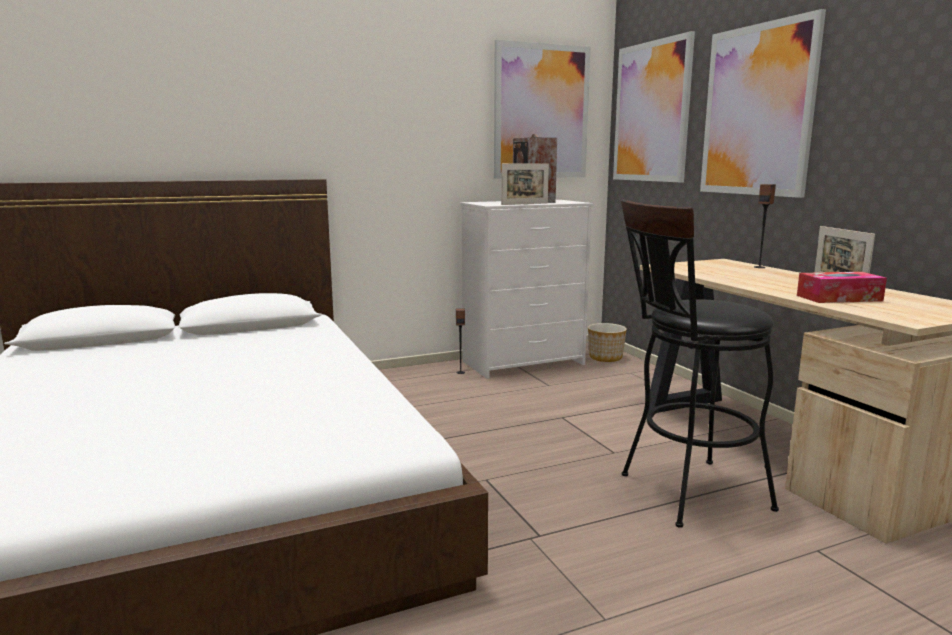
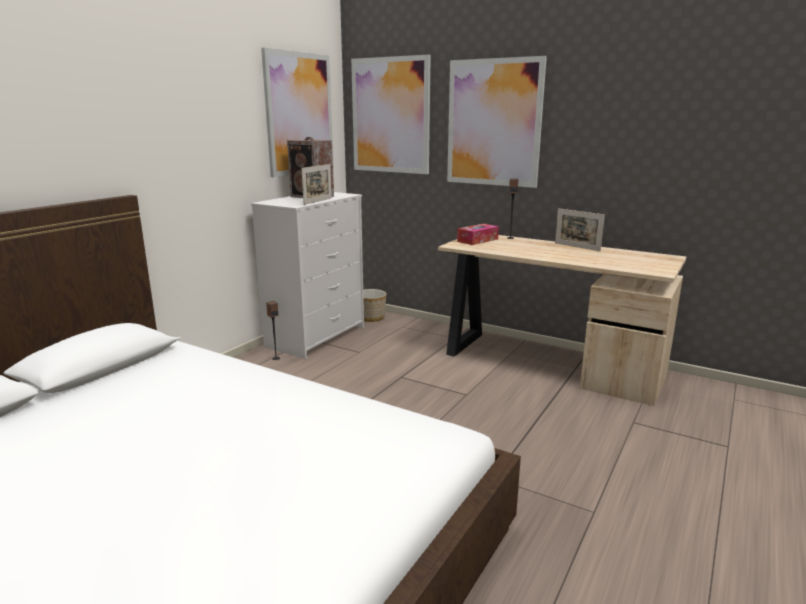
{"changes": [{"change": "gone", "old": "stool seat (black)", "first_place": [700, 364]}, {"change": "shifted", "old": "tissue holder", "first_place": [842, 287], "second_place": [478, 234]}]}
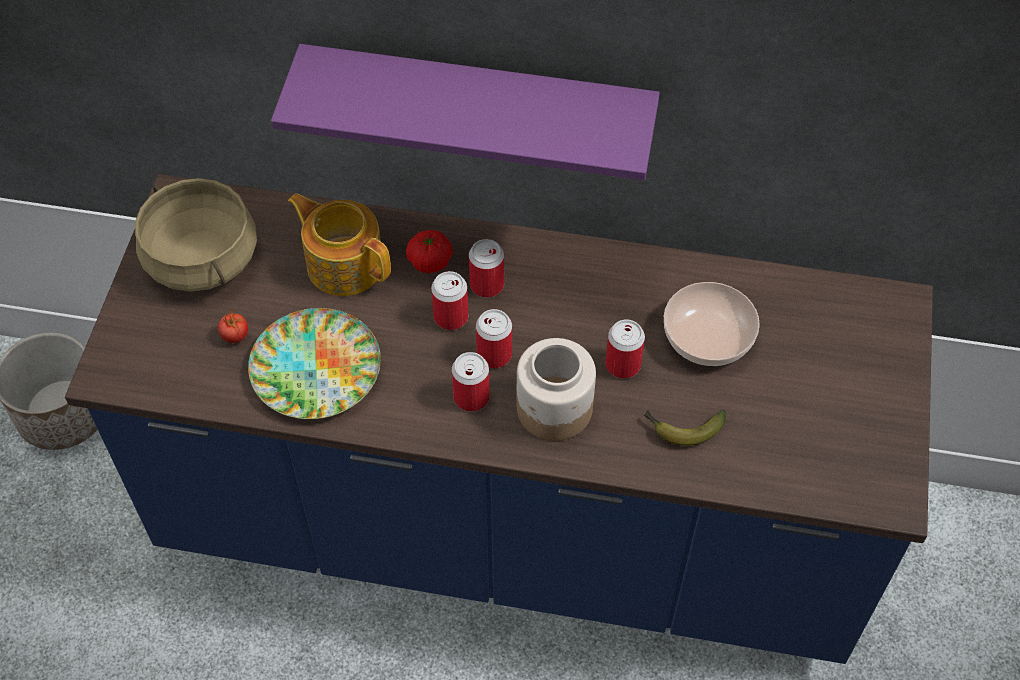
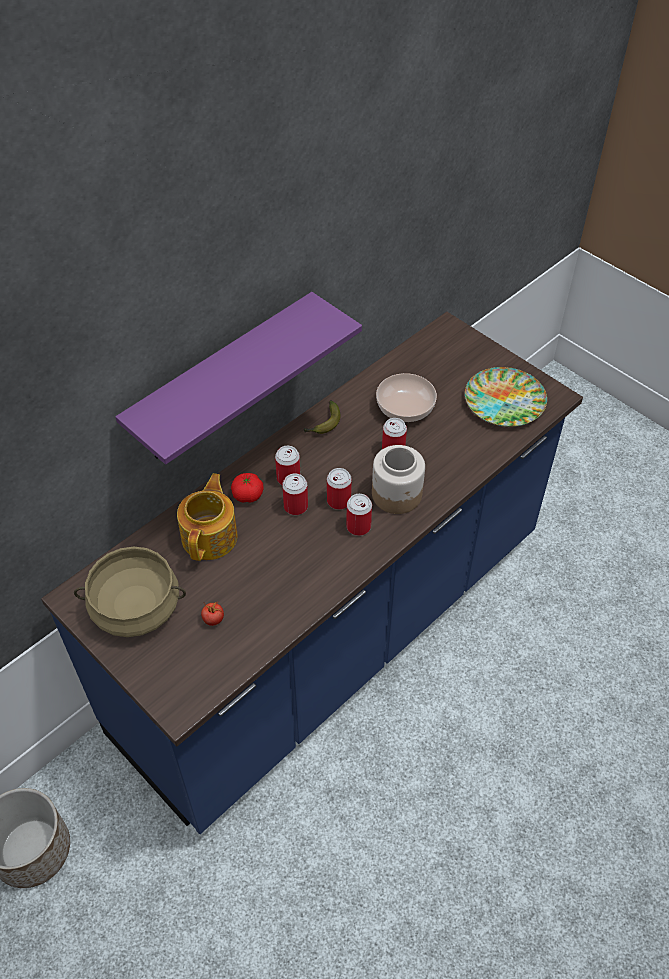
{"changes": [{"change": "shifted", "old": "plate", "first_place": [314, 363], "second_place": [506, 397]}, {"change": "rotated", "old": "teapot", "first_place": [339, 244], "second_place": [207, 517], "degrees": 120}, {"change": "shifted", "old": "whole banana", "first_place": [685, 428], "second_place": [322, 417]}]}
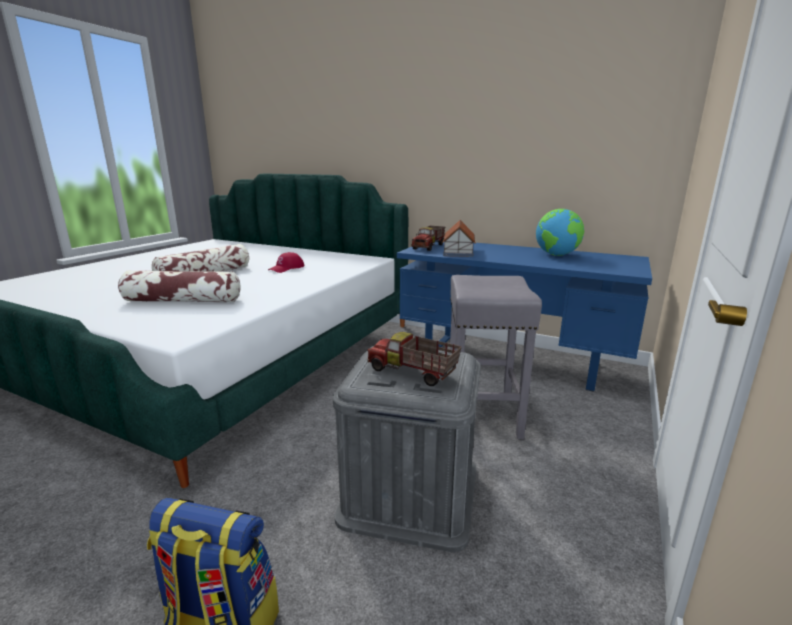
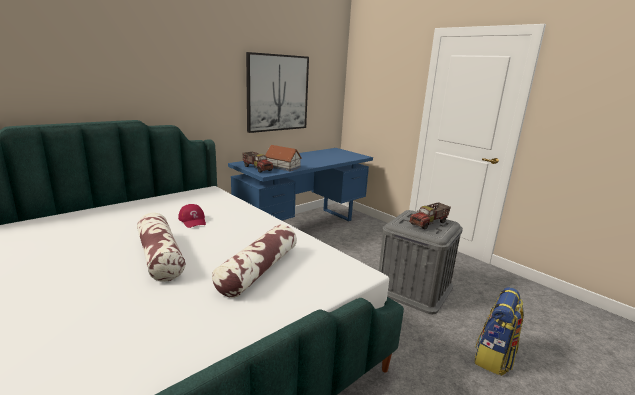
{"changes": [{"change": "gone", "old": "stool seat (grey)", "first_place": [496, 357]}, {"change": "gone", "old": "globe", "first_place": [560, 232]}, {"change": "new", "new": "wall picture", "second_place": [277, 92]}]}
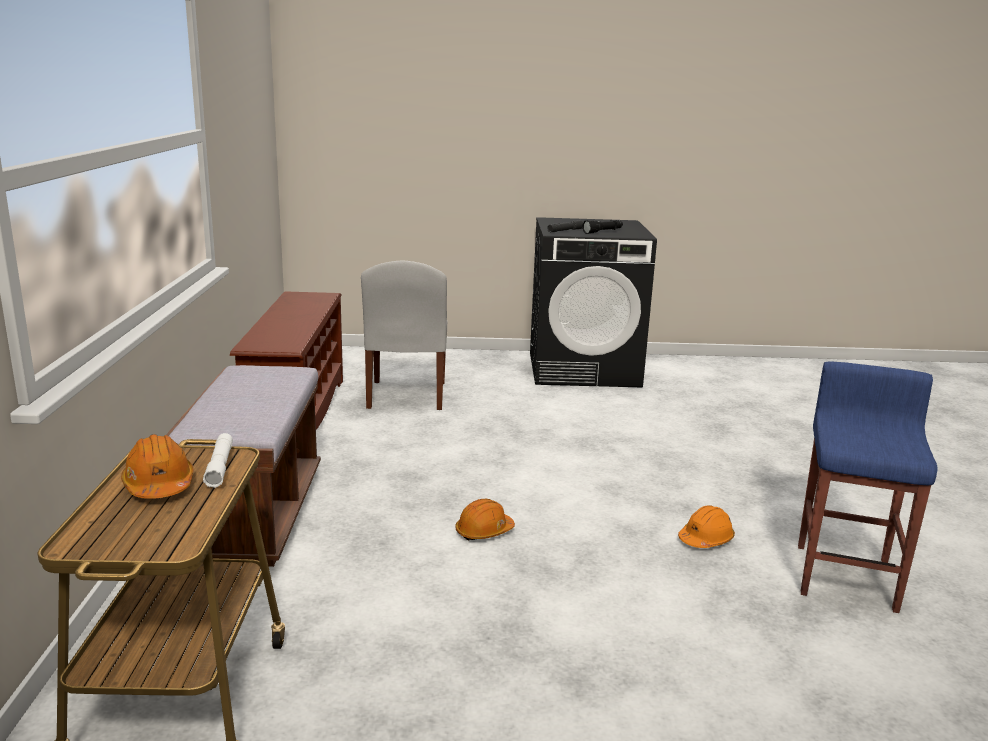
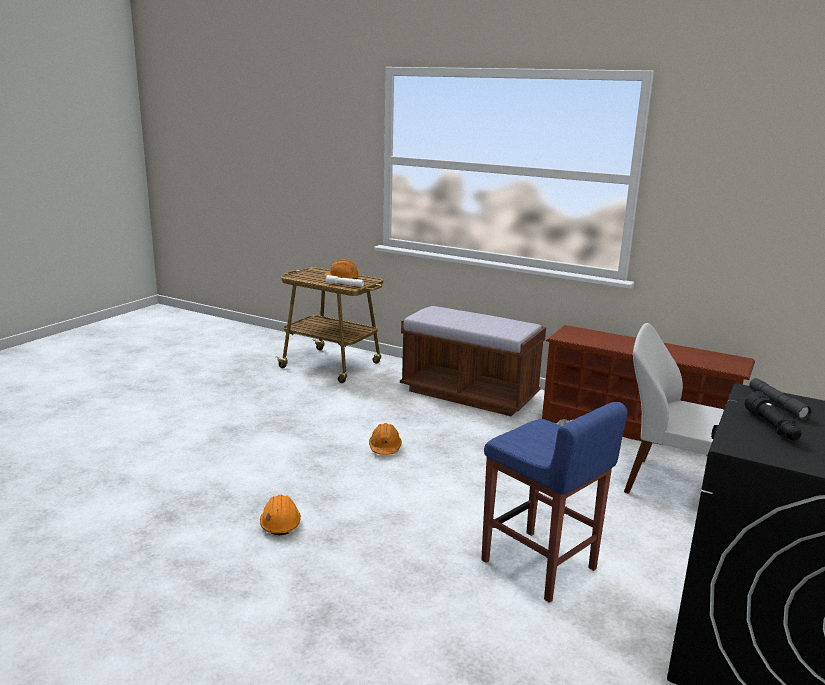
{"changes": [{"change": "shifted", "old": "stool seat (blue)", "first_place": [868, 487], "second_place": [554, 502]}]}
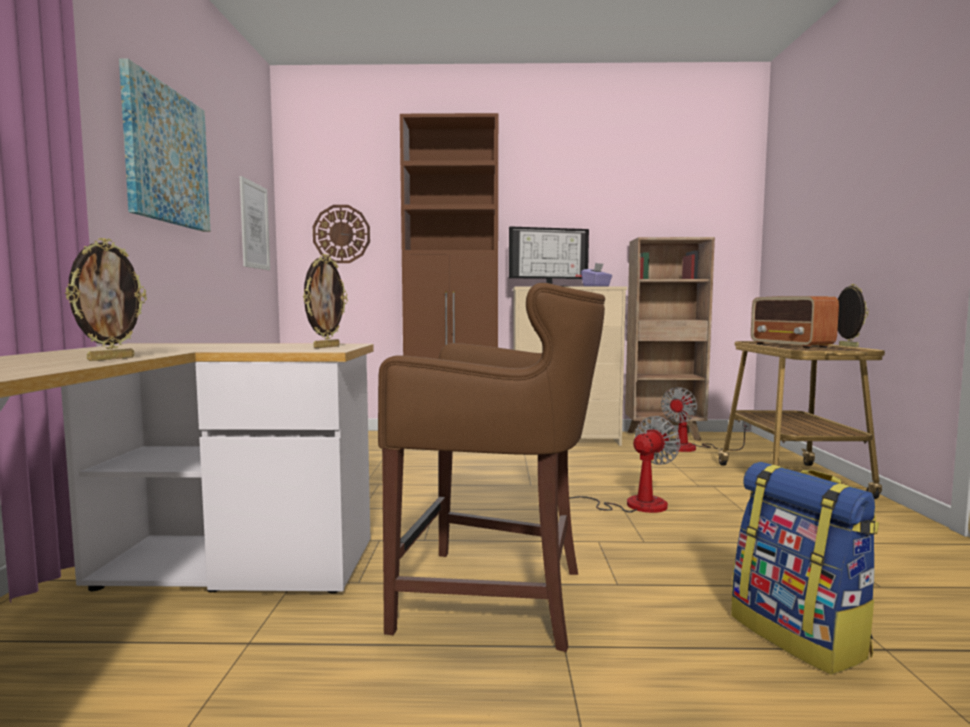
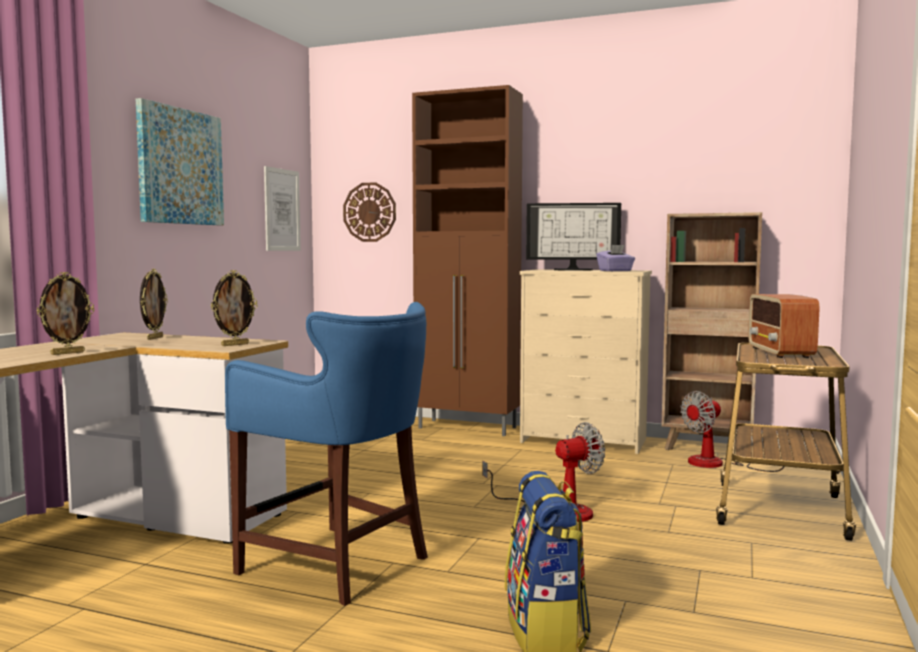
{"changes": [{"change": "repainted", "old": "stool seat (brown-coloured)", "new": "stool seat (blue)", "first_place": [491, 467], "second_place": [326, 454]}, {"change": "shifted", "old": "photo frame", "first_place": [853, 315], "second_place": [154, 304]}]}
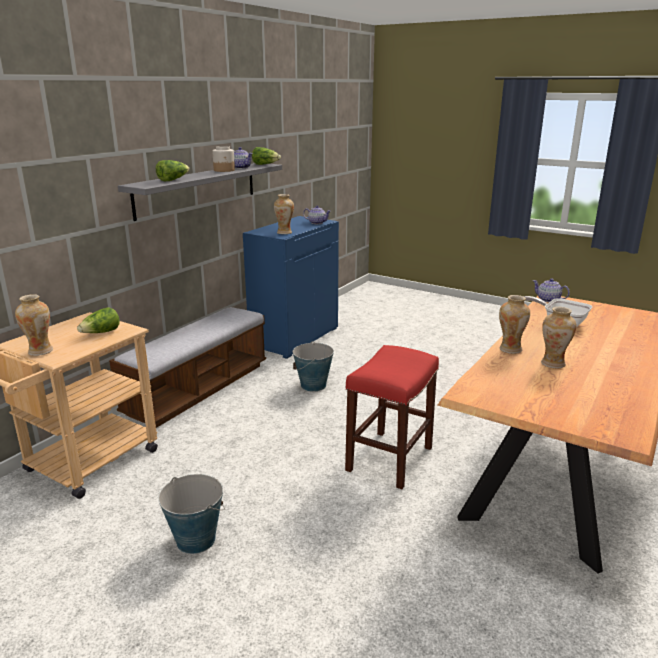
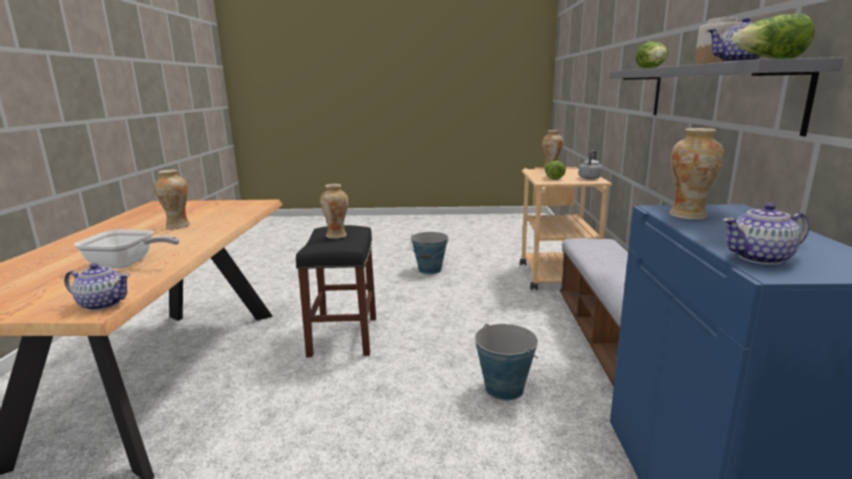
{"changes": [{"change": "repainted", "old": "stool seat (reddish)", "new": "stool seat (black)", "first_place": [392, 417], "second_place": [336, 291]}, {"change": "shifted", "old": "decorative vase", "first_place": [514, 324], "second_place": [334, 211]}, {"change": "new", "new": "water kettle (grey)", "second_place": [590, 164]}]}
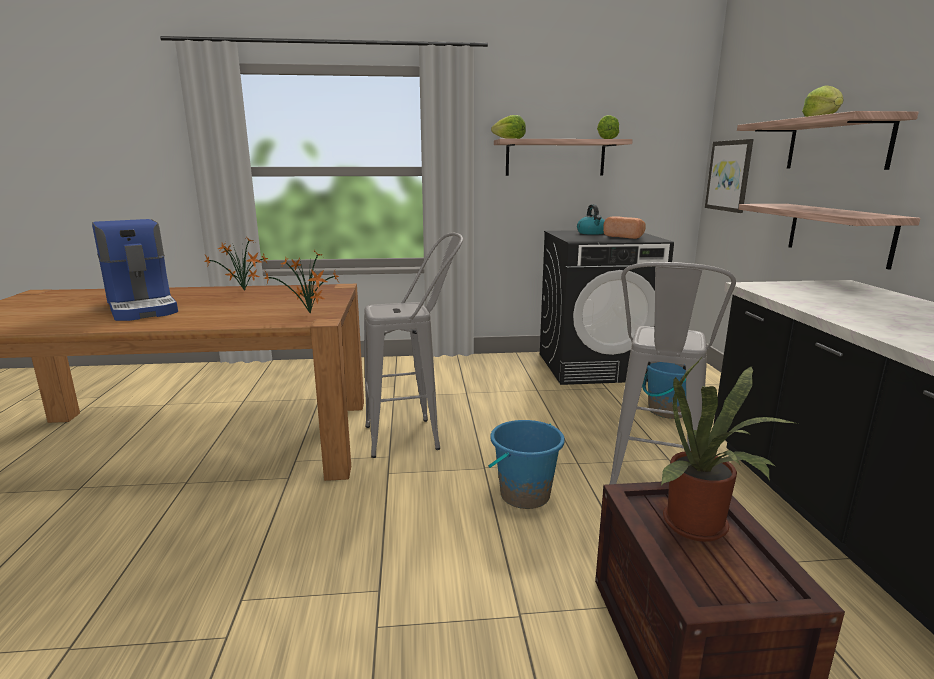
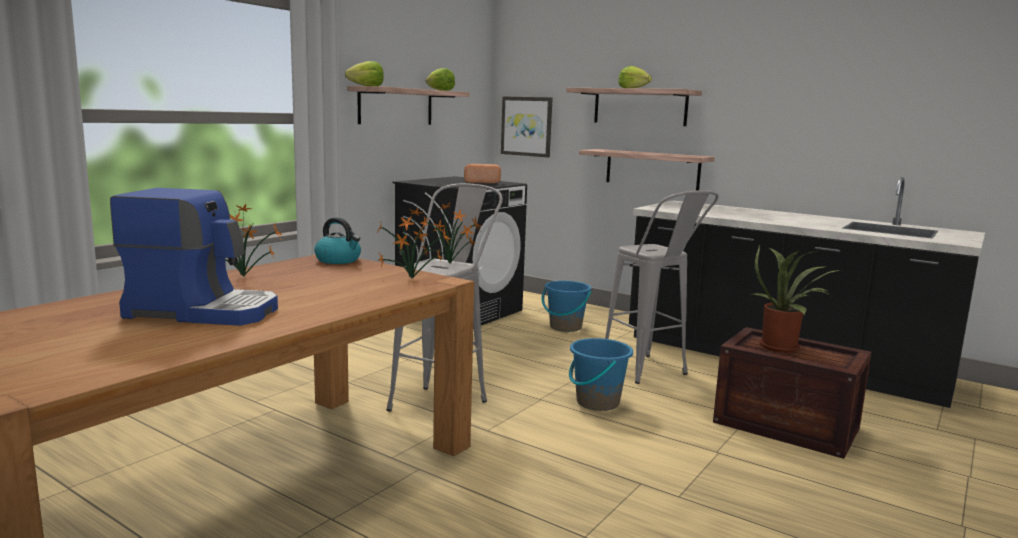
{"changes": [{"change": "shifted", "old": "water kettle", "first_place": [591, 219], "second_place": [337, 240]}, {"change": "new", "new": "potted plant", "second_place": [450, 233]}]}
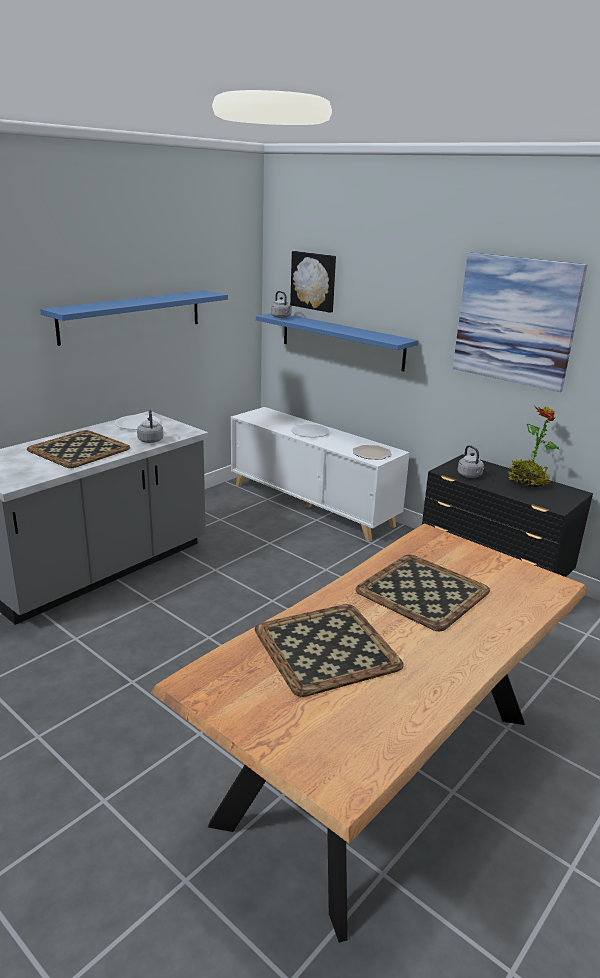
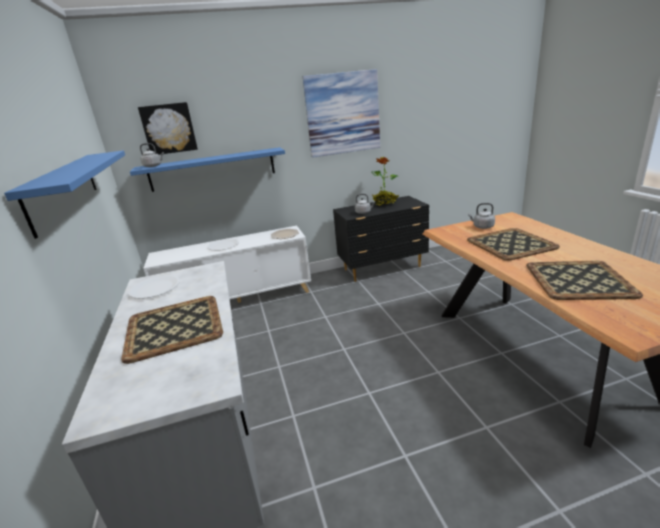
{"changes": [{"change": "shifted", "old": "water kettle (grey)", "first_place": [150, 426], "second_place": [481, 216]}]}
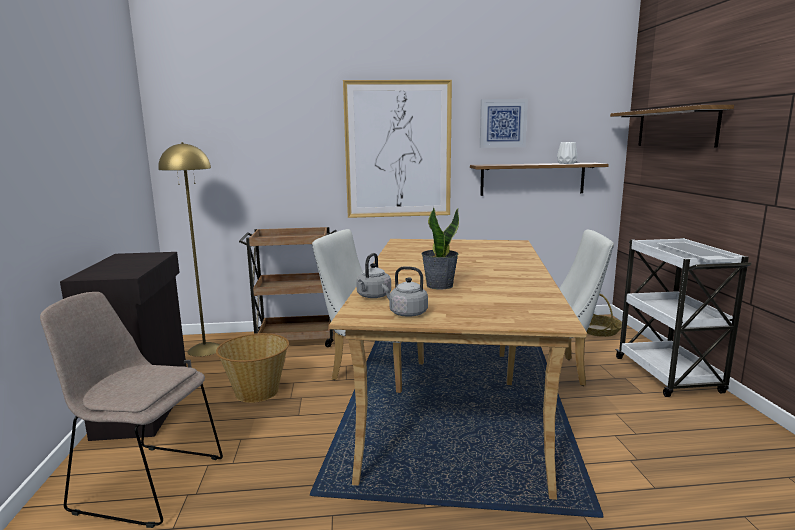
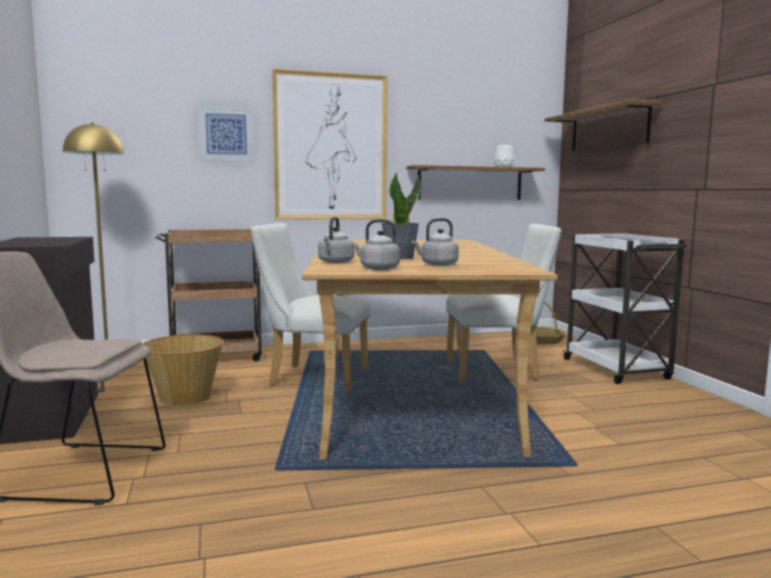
{"changes": [{"change": "shifted", "old": "wall picture", "first_place": [504, 123], "second_place": [225, 133]}, {"change": "new", "new": "water kettle (grey)", "second_place": [435, 242]}]}
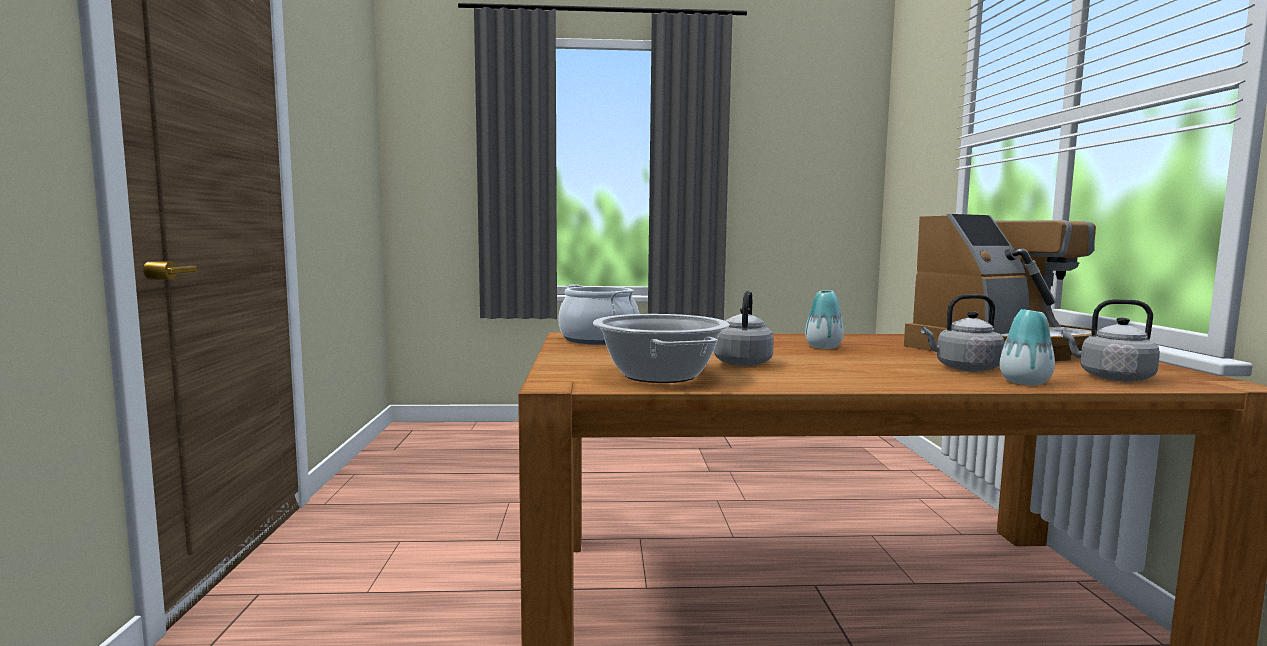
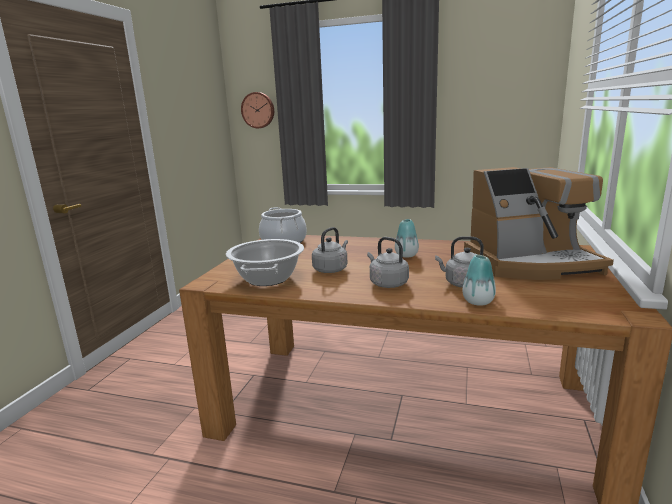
{"changes": [{"change": "shifted", "old": "water kettle (grey)", "first_place": [1110, 340], "second_place": [388, 262]}, {"change": "new", "new": "wall clock", "second_place": [257, 110]}]}
